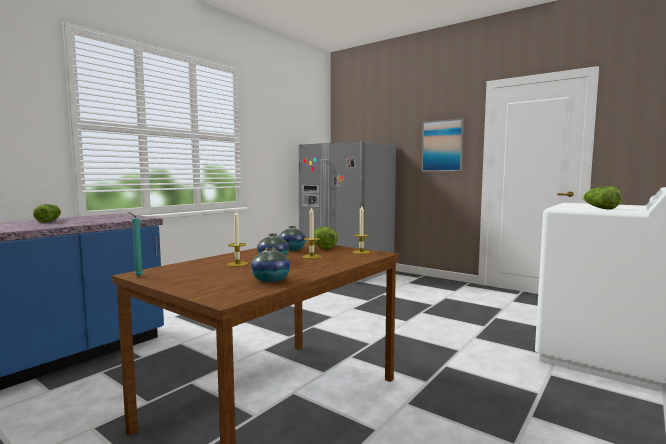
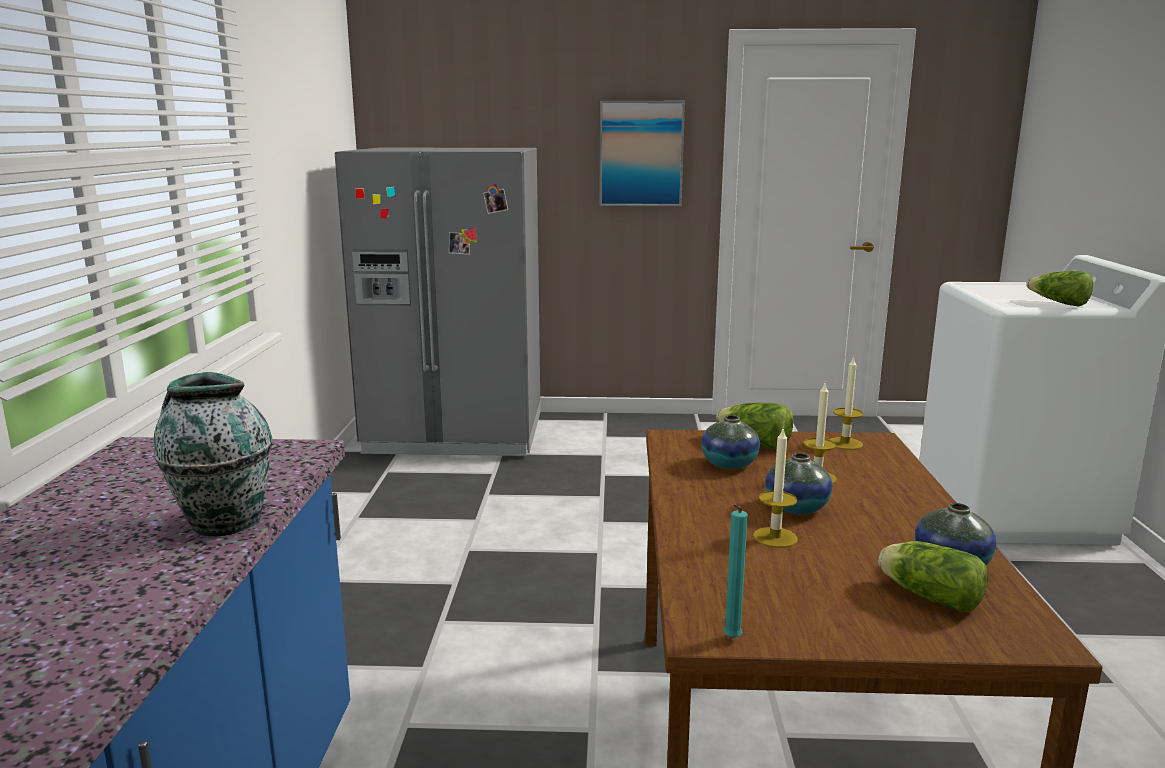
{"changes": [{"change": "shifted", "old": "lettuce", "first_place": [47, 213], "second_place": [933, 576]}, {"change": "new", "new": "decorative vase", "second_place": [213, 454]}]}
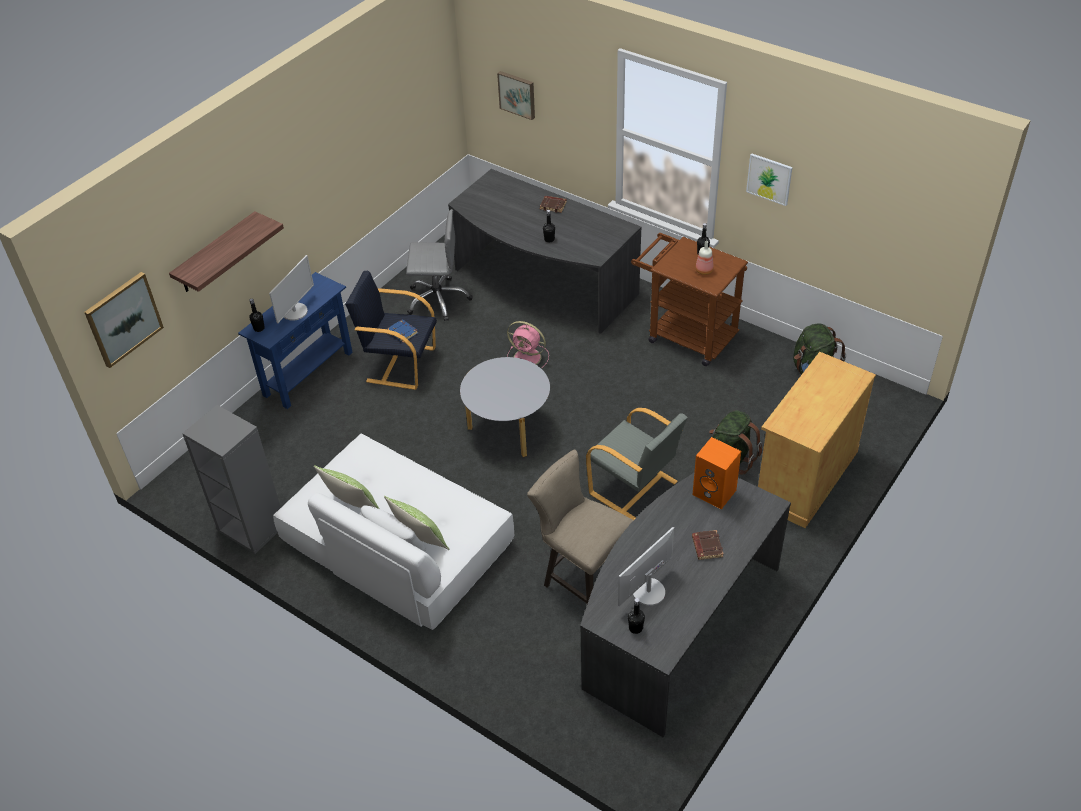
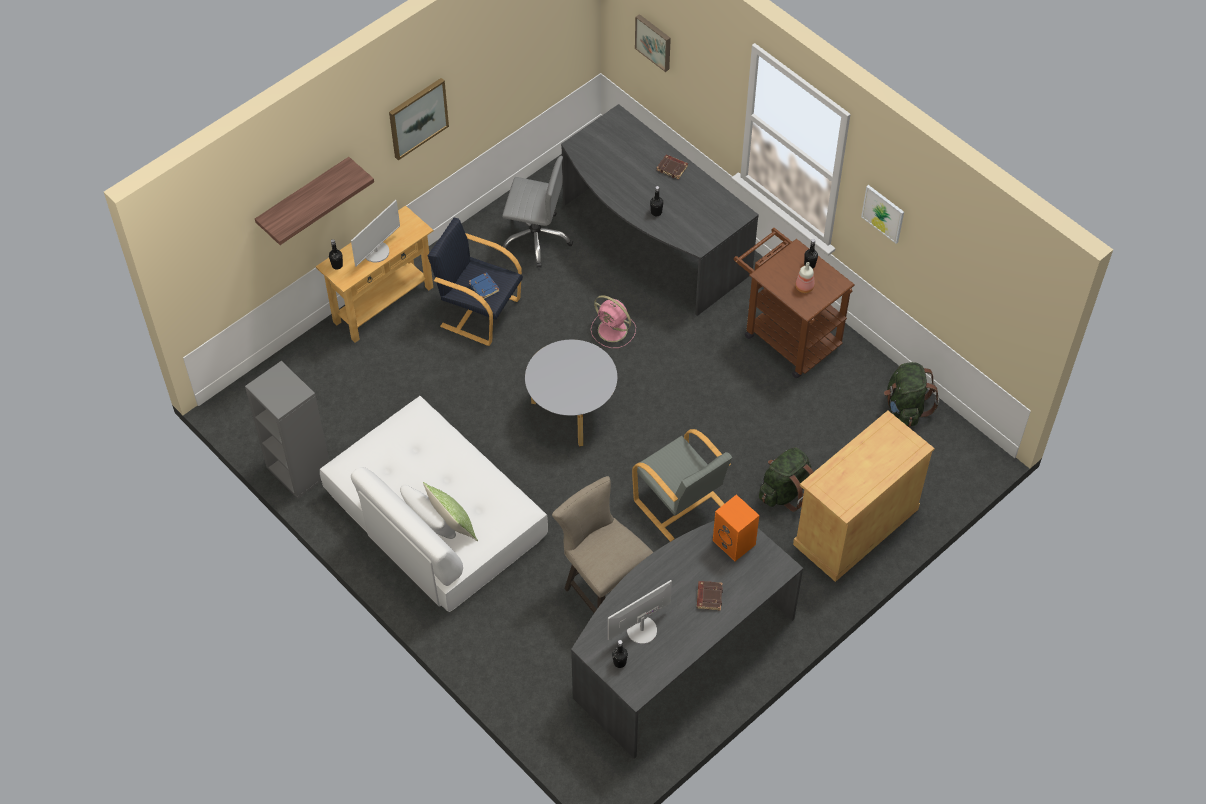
{"changes": [{"change": "shifted", "old": "wall picture", "first_place": [124, 320], "second_place": [419, 119]}, {"change": "repainted", "old": "narrow table (blue)", "new": "narrow table (beige-coloured)", "first_place": [295, 340], "second_place": [374, 274]}, {"change": "gone", "old": "cushion", "first_place": [347, 487]}]}
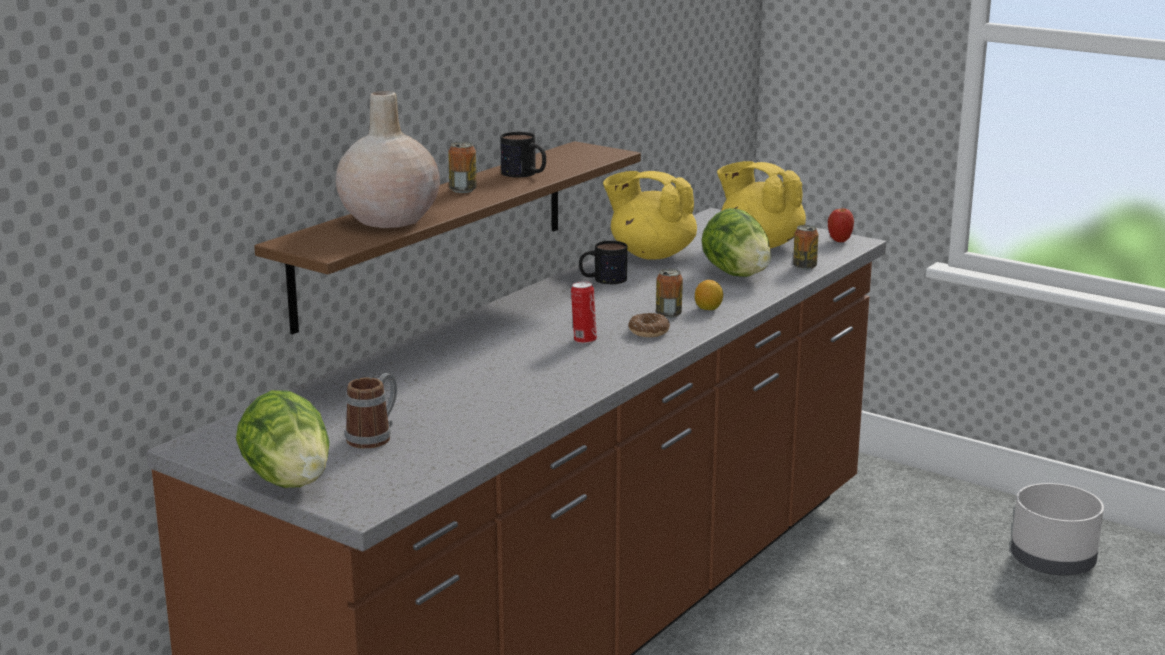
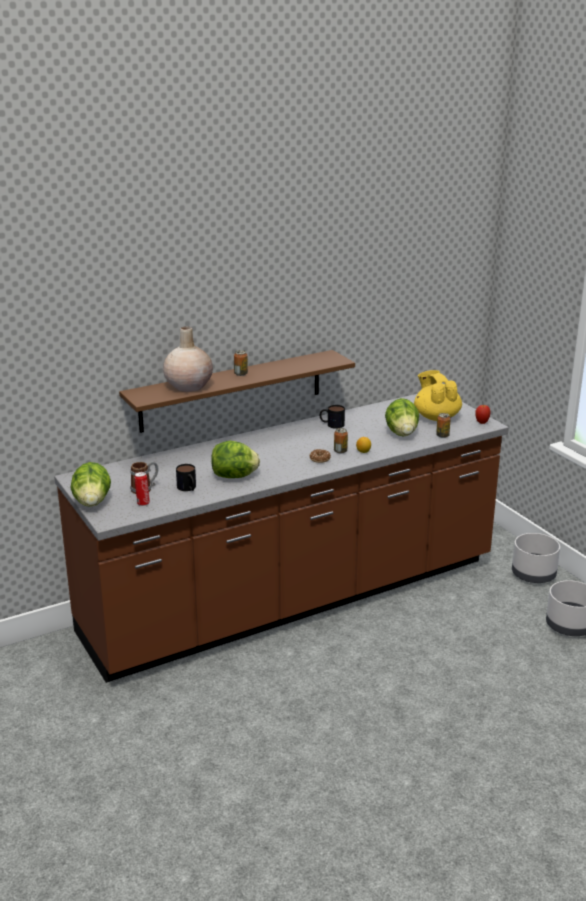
{"changes": [{"change": "shifted", "old": "mug", "first_place": [523, 155], "second_place": [186, 477]}, {"change": "shifted", "old": "sealed can", "first_place": [584, 312], "second_place": [142, 489]}, {"change": "gone", "old": "teapot (yellowish)", "first_place": [650, 215]}, {"change": "new", "new": "lettuce", "second_place": [235, 459]}, {"change": "new", "new": "planter (grey)", "second_place": [536, 558]}]}
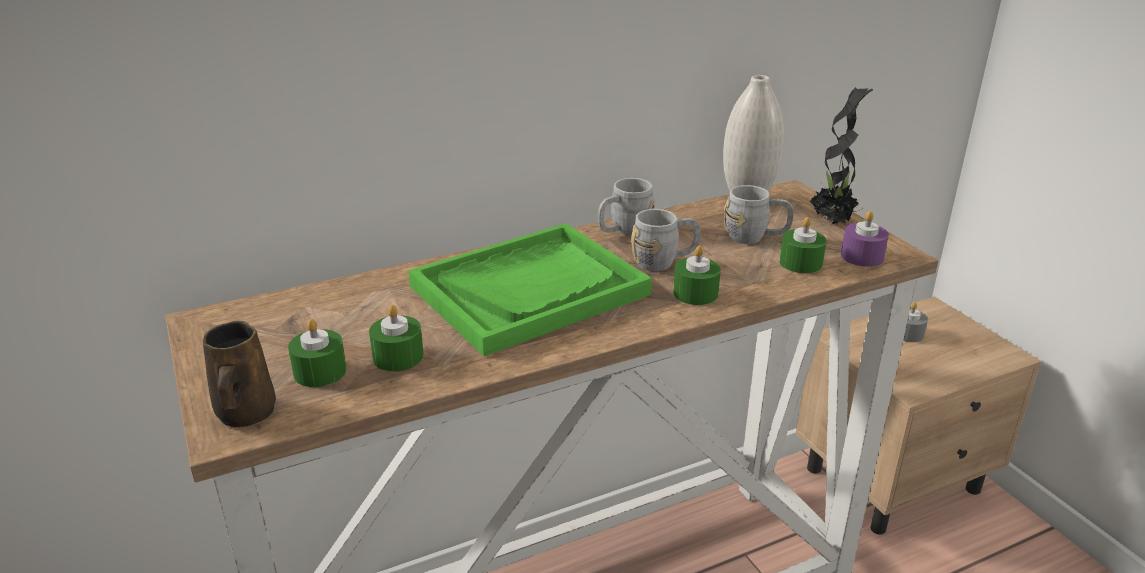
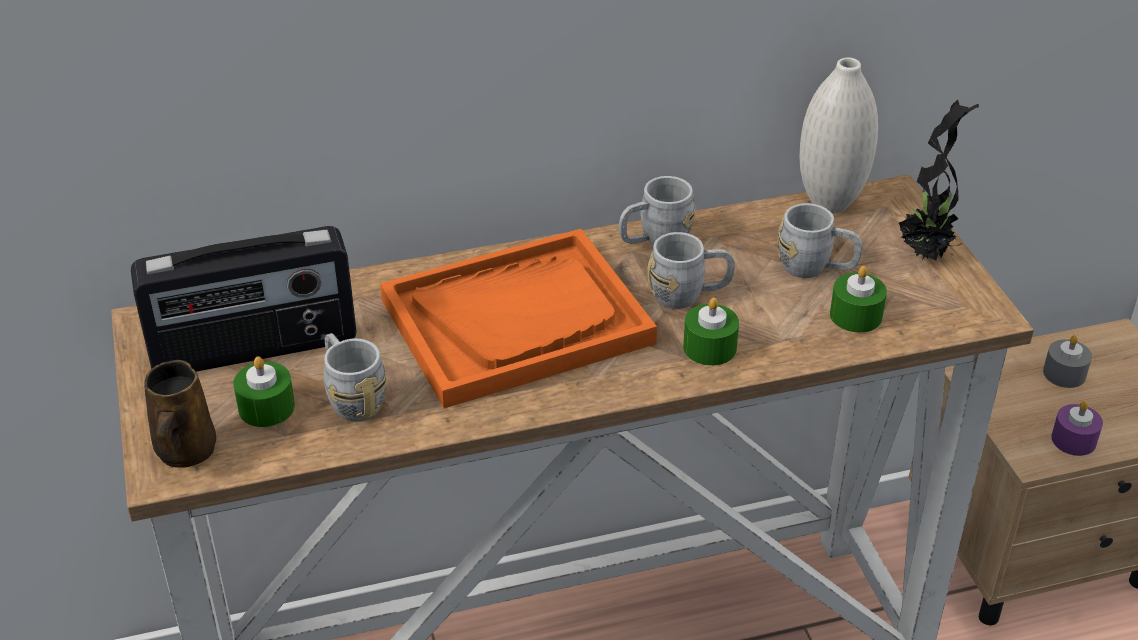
{"changes": [{"change": "swapped", "old": "wax light (green)", "new": "mug (grey)", "first_place": [396, 338], "second_place": [355, 377]}, {"change": "repainted", "old": "carrying tray (green)", "new": "carrying tray (orange-coloured)", "first_place": [530, 289], "second_place": [518, 319]}, {"change": "shifted", "old": "wax light (purple)", "first_place": [865, 239], "second_place": [1077, 428]}, {"change": "new", "new": "radio", "second_place": [244, 299]}]}
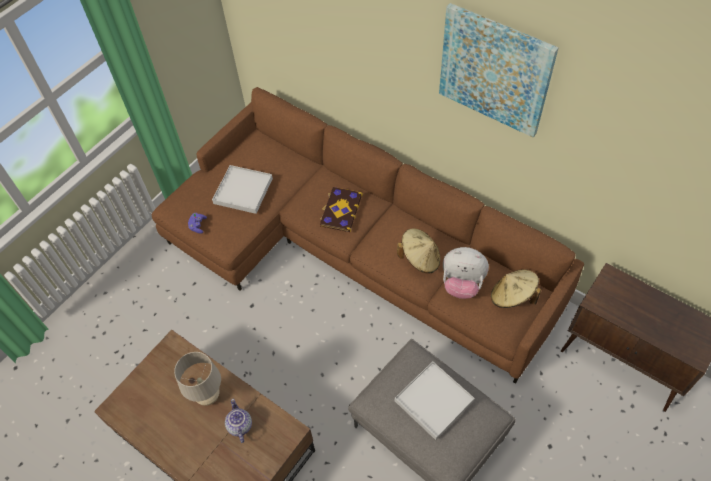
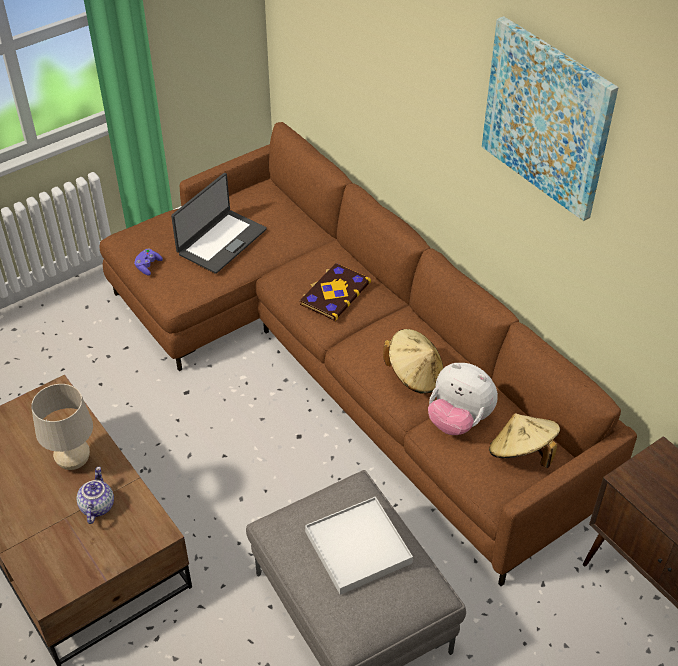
{"changes": [{"change": "swapped", "old": "carrying tray (white)", "new": "notebook computer", "first_place": [242, 189], "second_place": [219, 223]}]}
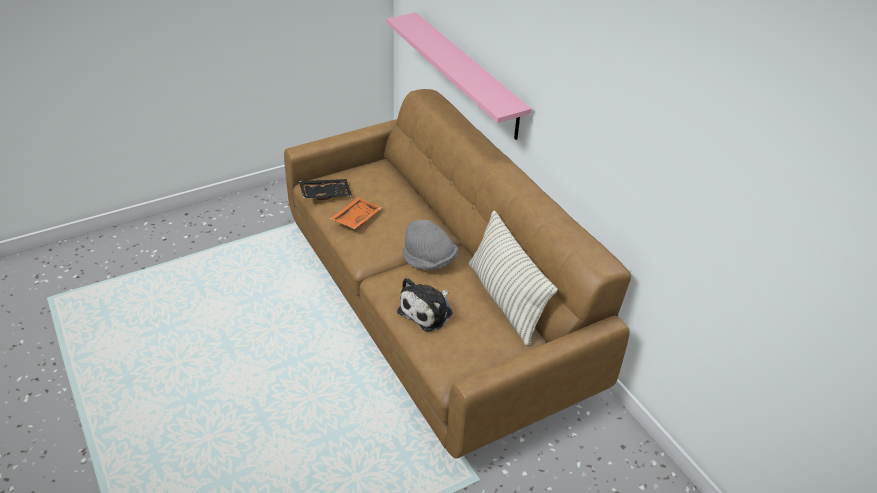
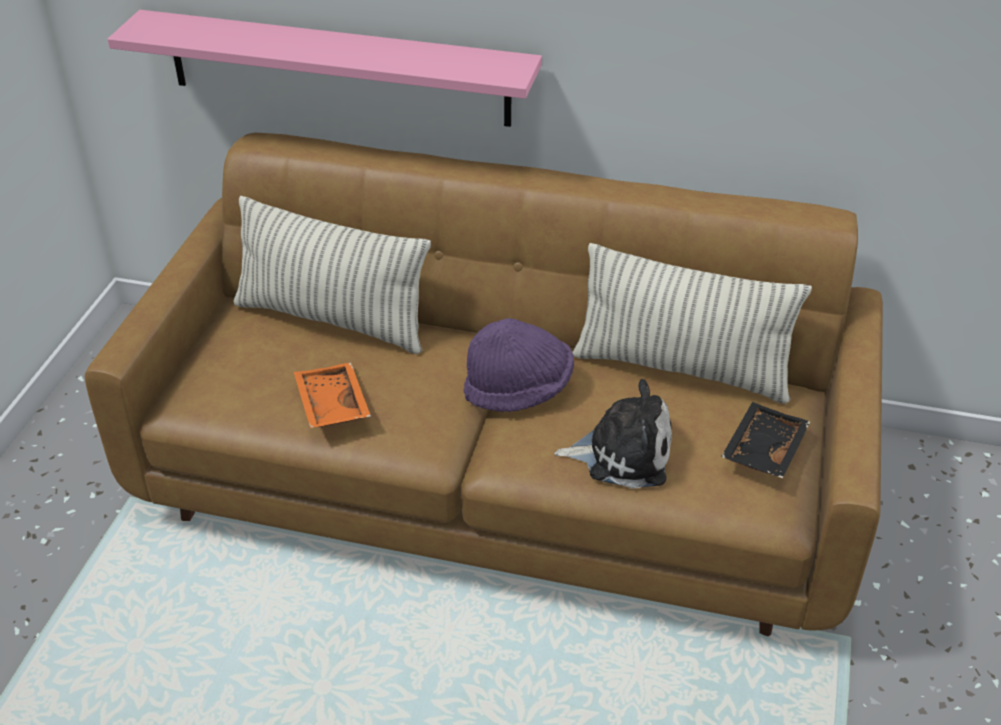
{"changes": [{"change": "shifted", "old": "carrying tray (black)", "first_place": [325, 189], "second_place": [765, 440]}, {"change": "rotated", "old": "plush toy", "first_place": [425, 305], "second_place": [613, 434], "degrees": -75}, {"change": "repainted", "old": "clothing hat (grey)", "new": "clothing hat (purple)", "first_place": [430, 245], "second_place": [518, 365]}, {"change": "new", "new": "cushion", "second_place": [332, 275]}]}
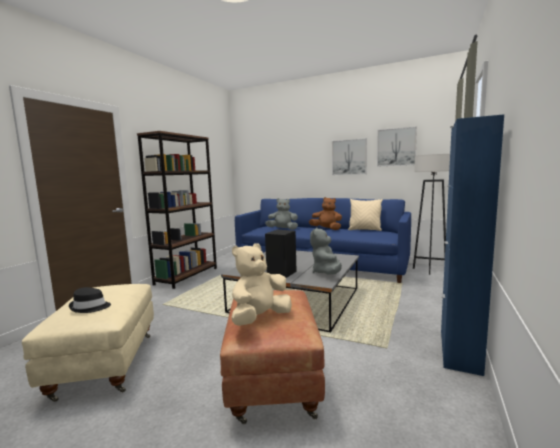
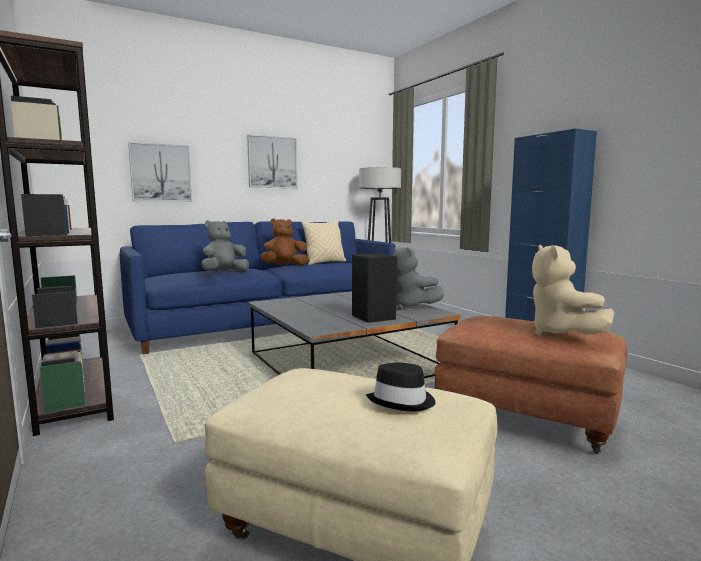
{"changes": [{"change": "shifted", "old": "wall picture", "first_place": [397, 146], "second_place": [160, 171]}]}
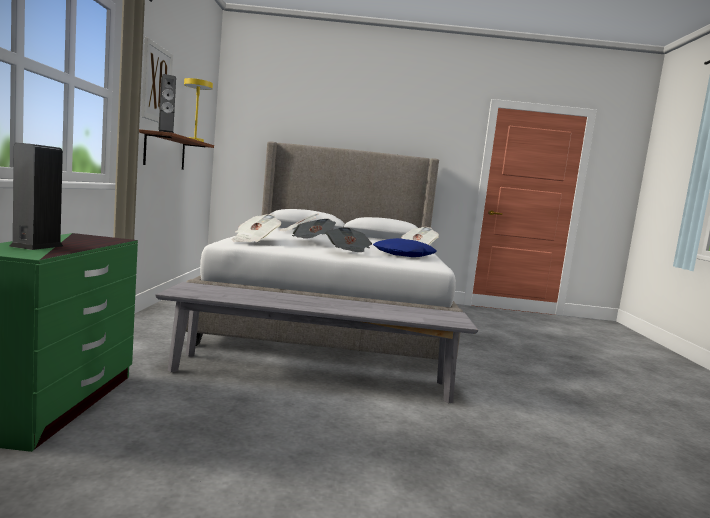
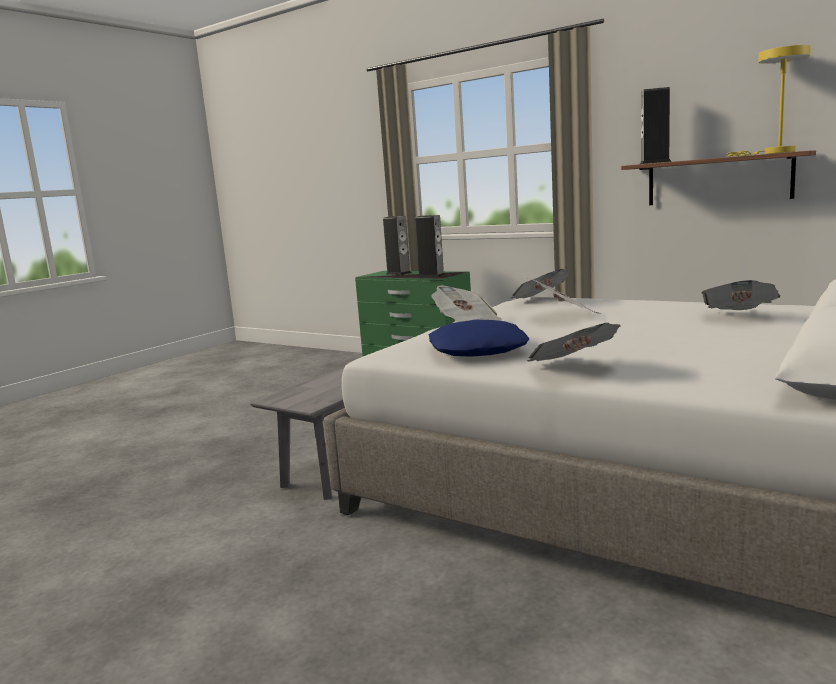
{"changes": [{"change": "gone", "old": "wall picture", "first_place": [157, 80]}, {"change": "new", "new": "loudspeaker", "second_place": [430, 246]}]}
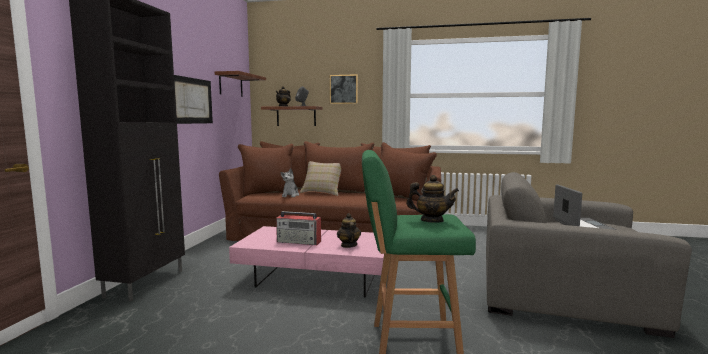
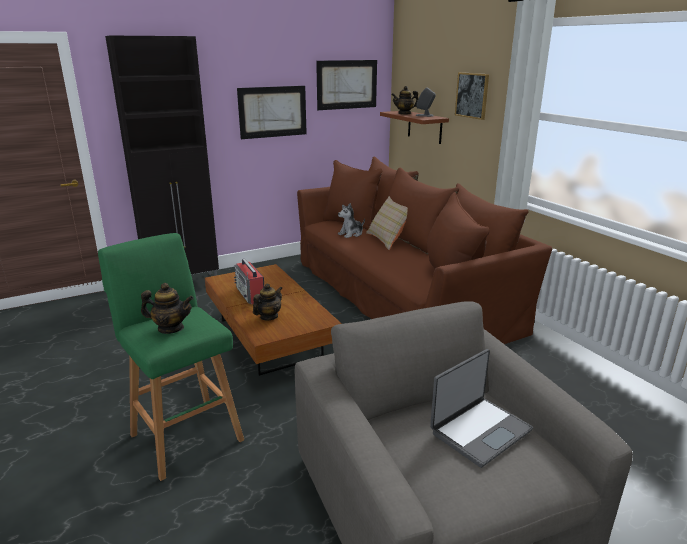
{"changes": [{"change": "swapped", "old": "bracket shelf (brown-coloured)", "new": "wall picture", "first_place": [240, 84], "second_place": [346, 85]}, {"change": "repainted", "old": "lounge table (pink-coloured)", "new": "lounge table (brown-coloured)", "first_place": [306, 261], "second_place": [273, 320]}, {"change": "rotated", "old": "teapot", "first_place": [432, 199], "second_place": [167, 308], "degrees": -60}]}
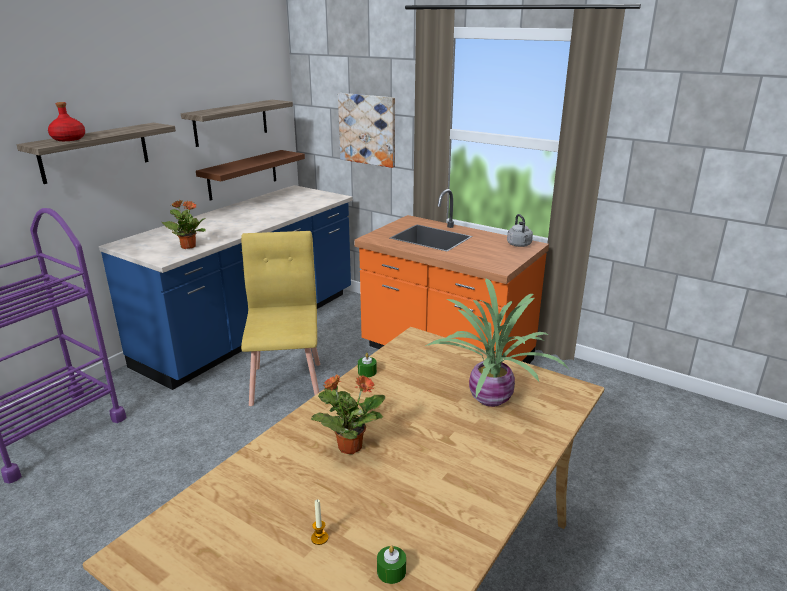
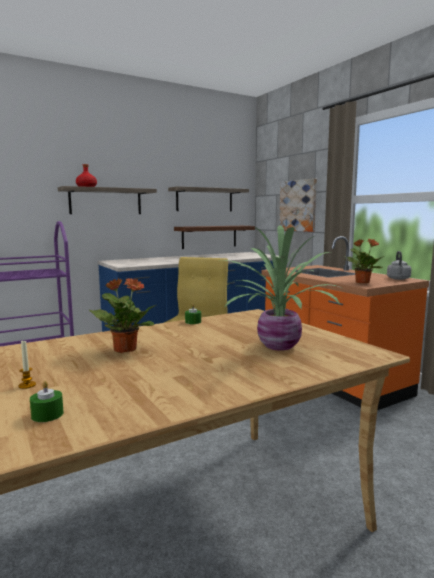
{"changes": [{"change": "shifted", "old": "potted plant", "first_place": [184, 224], "second_place": [364, 261]}]}
